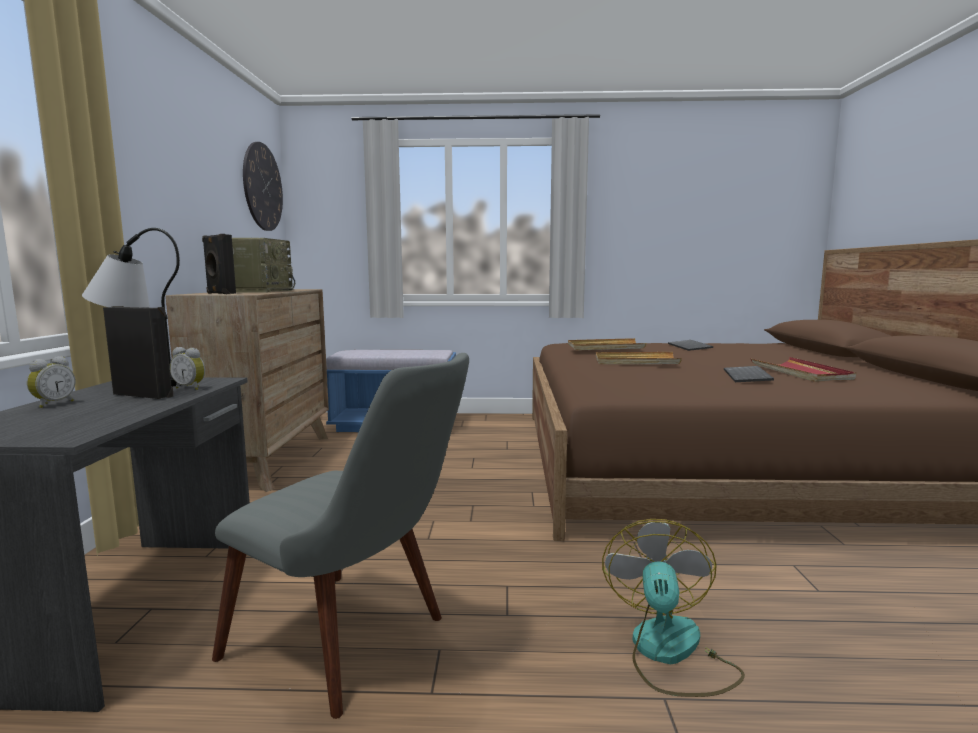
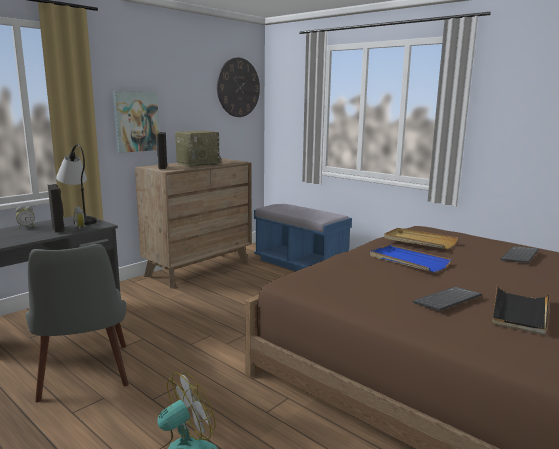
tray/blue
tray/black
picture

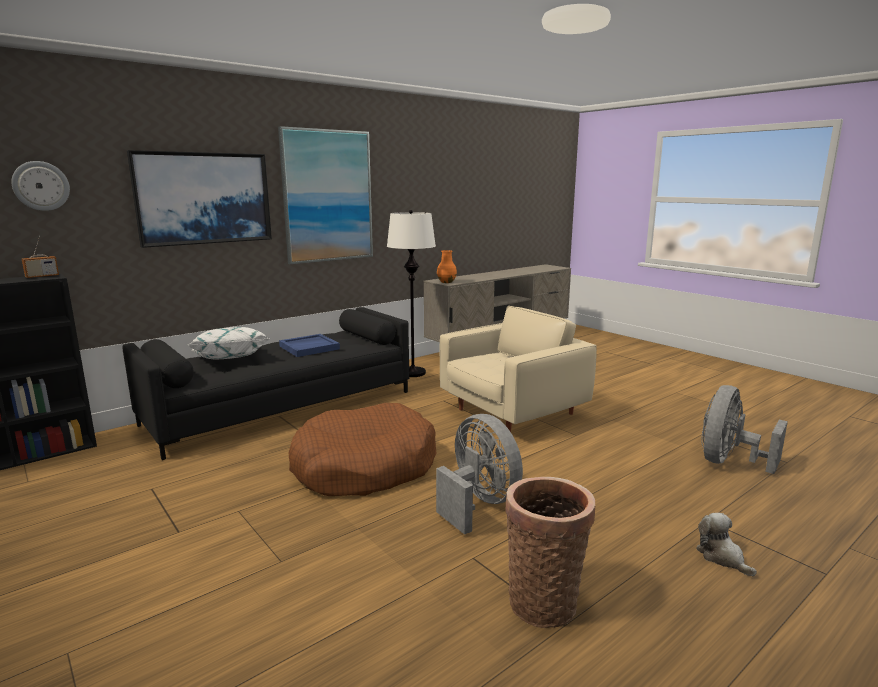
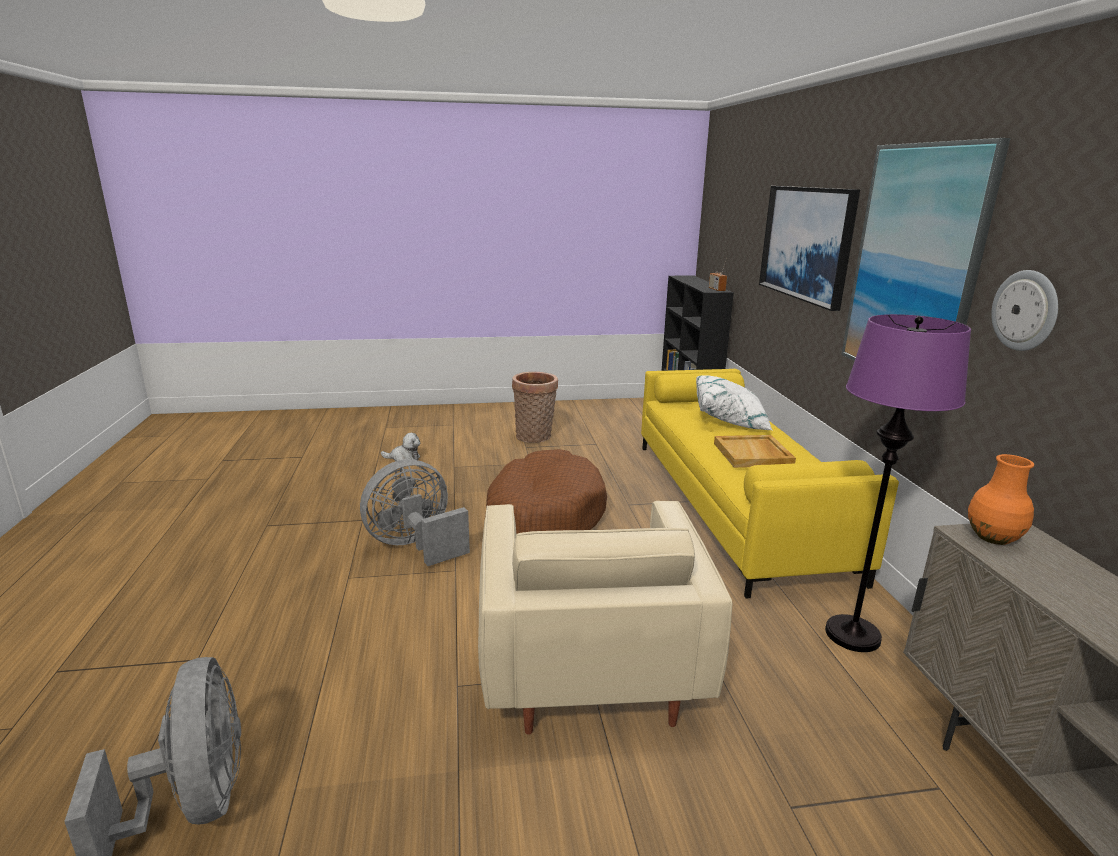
wall clock
floor lamp/purple
sofa/yellow
tray/beige
fan/grey (no. 2 from left)
basket
plush toy

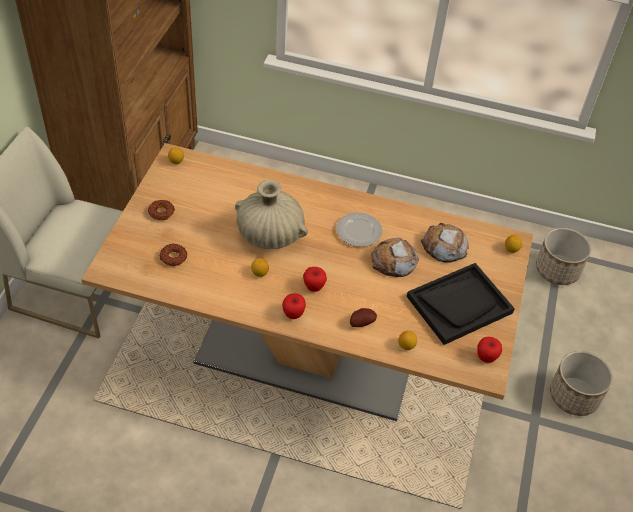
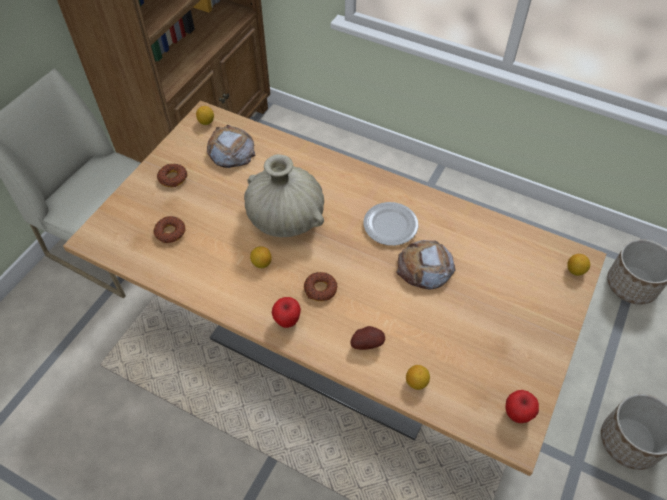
bread (no. 1 from left)
tray/black
donut (no. 3 from left)

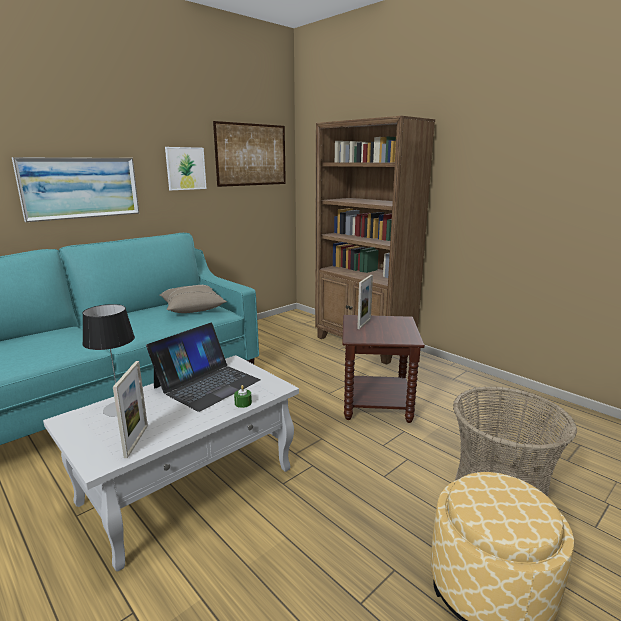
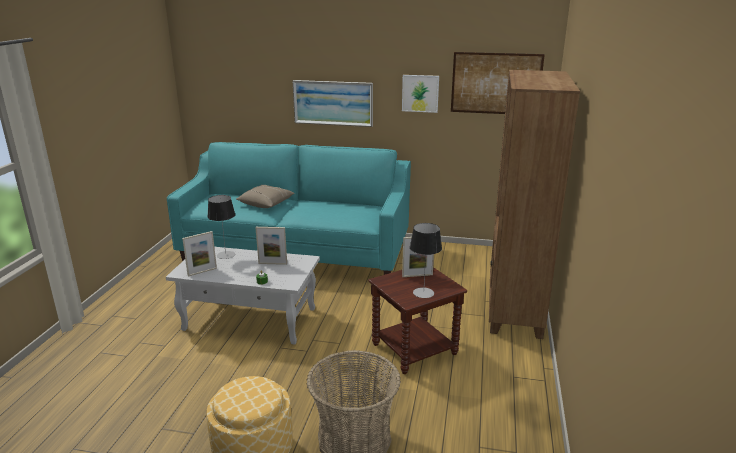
pillow/beige
picture frame (no. 2 from left)
table lamp (no. 2 from left)

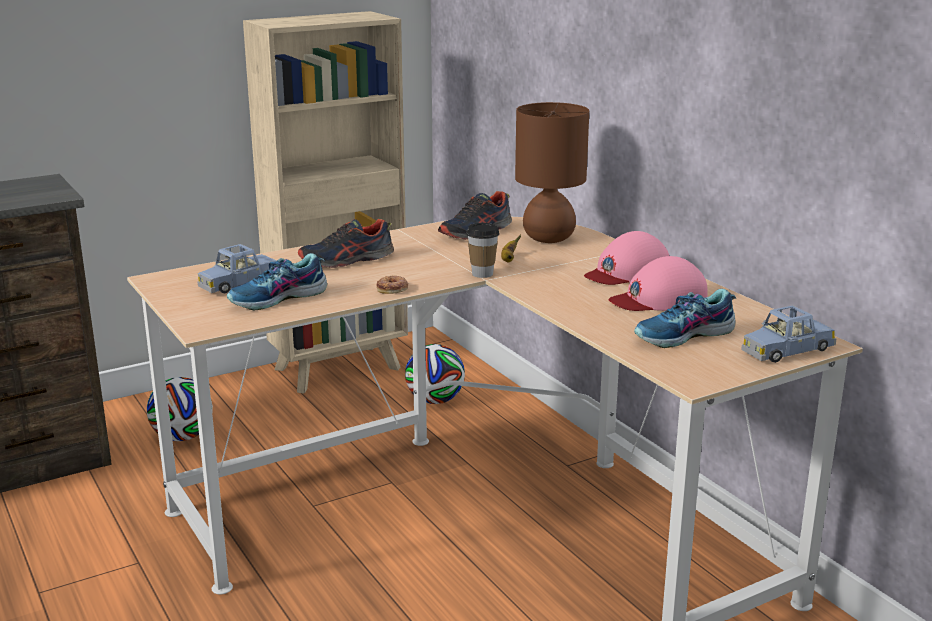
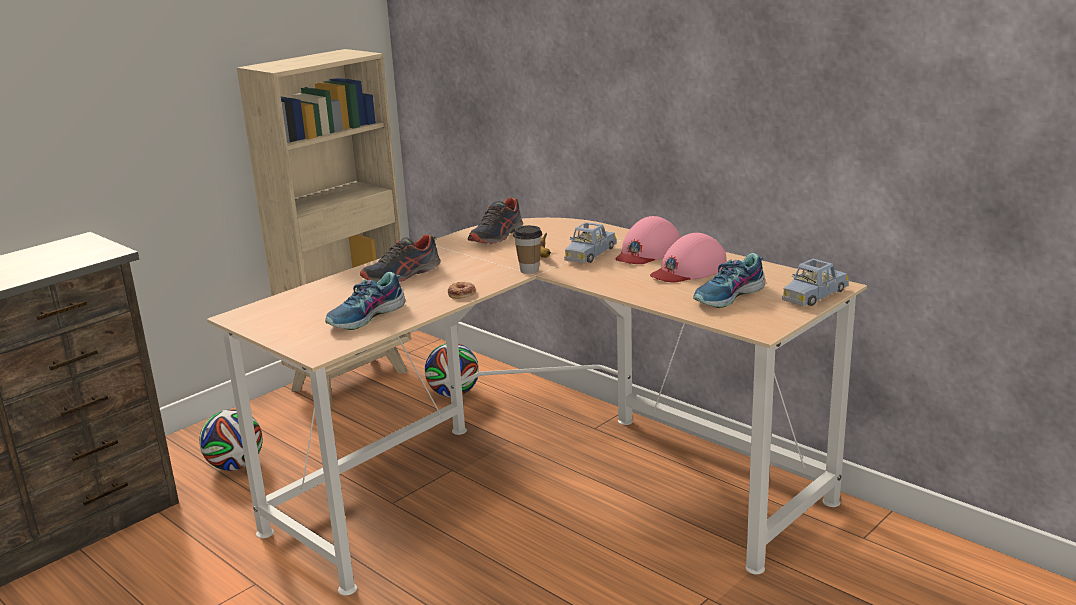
table lamp/brown
toy car/blue (no. 1 from left)

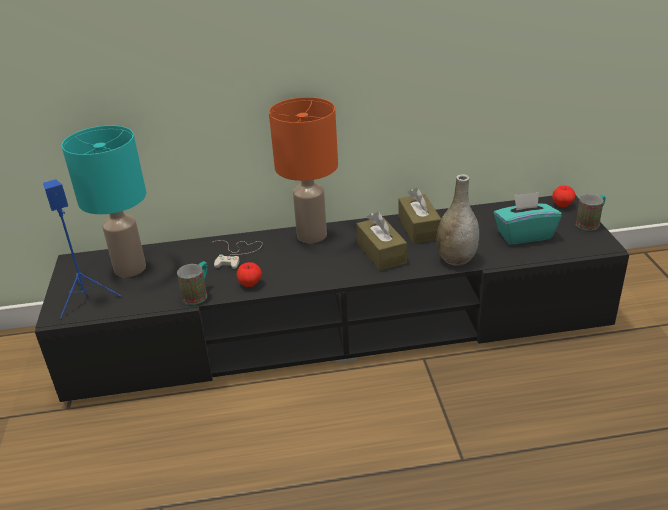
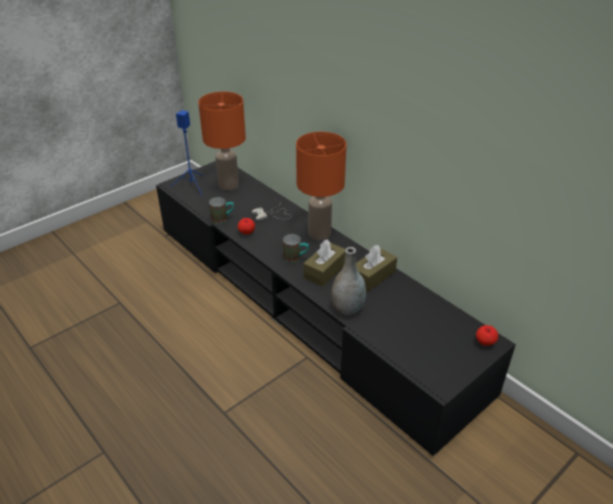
table lamp/orange (no. 1 from left)
tissue box/turquoise
mug (no. 2 from left)

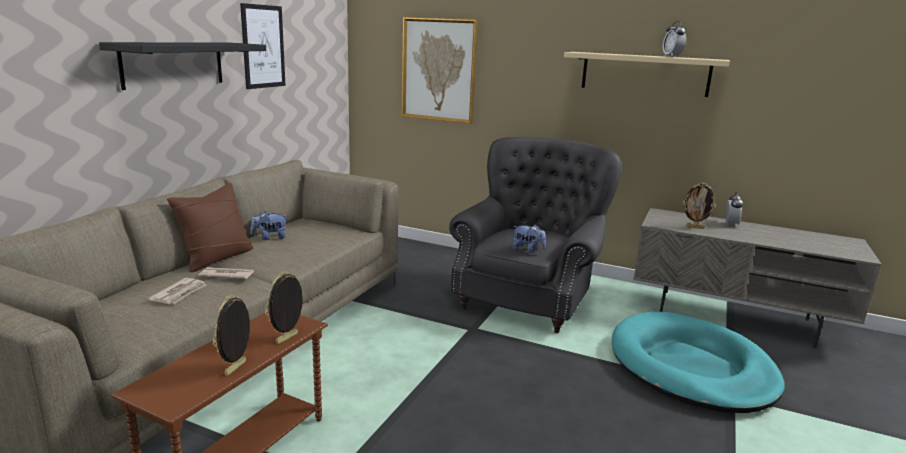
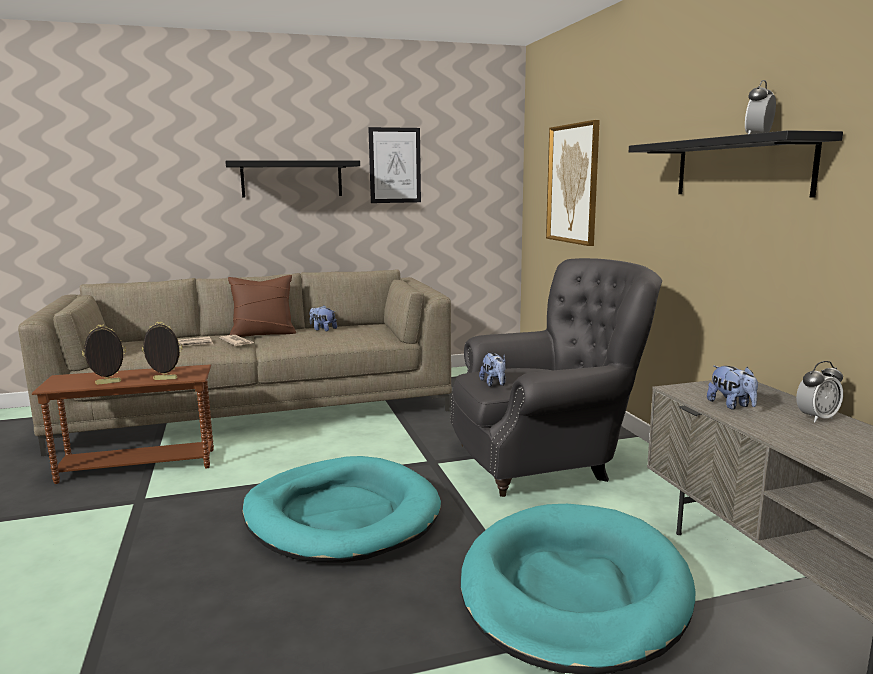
shelf/black (no. 2 from left)
plush toy (no. 3 from left)
dog bed/turquoise (no. 1 from left)

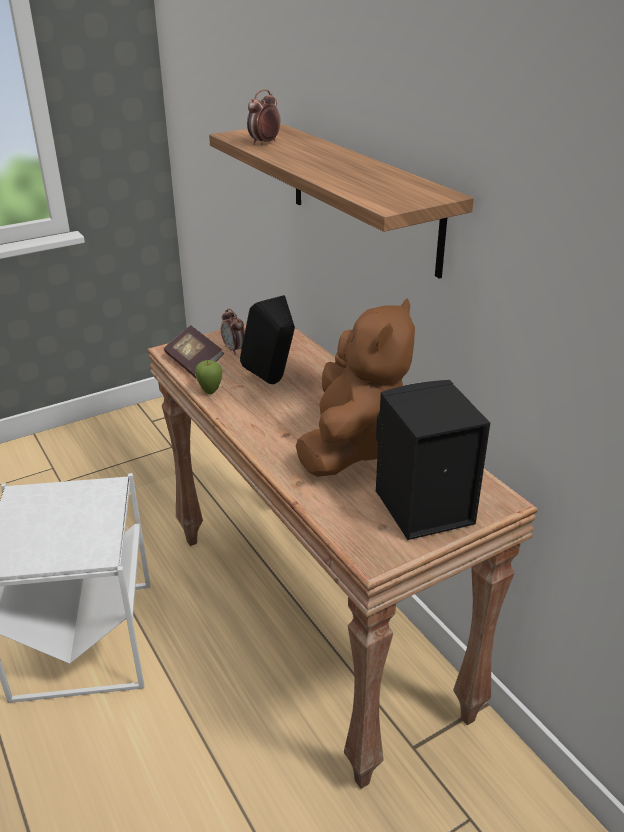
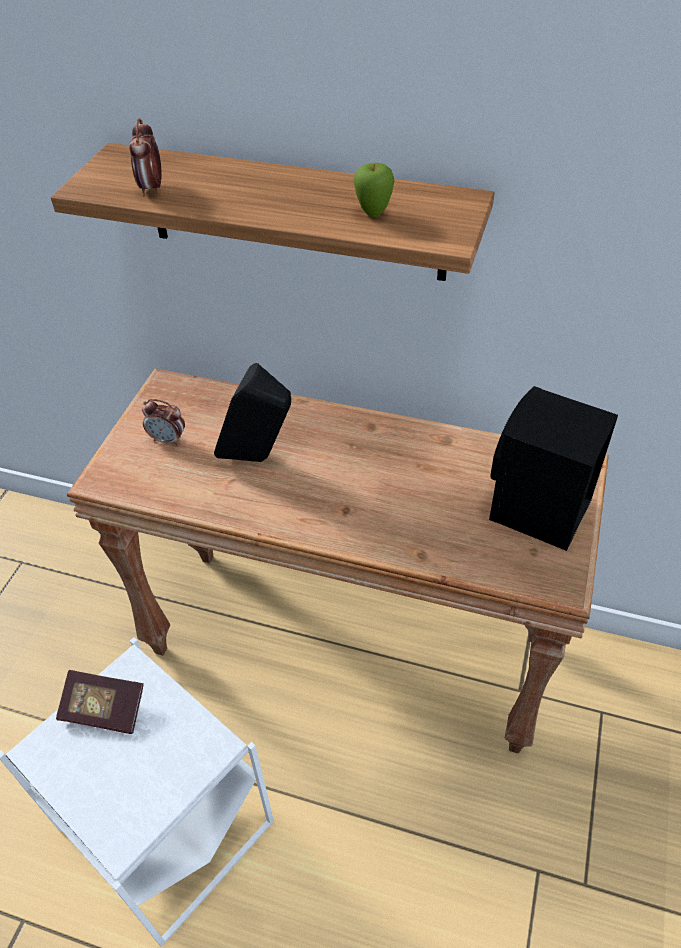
plush toy/brown
book
apple

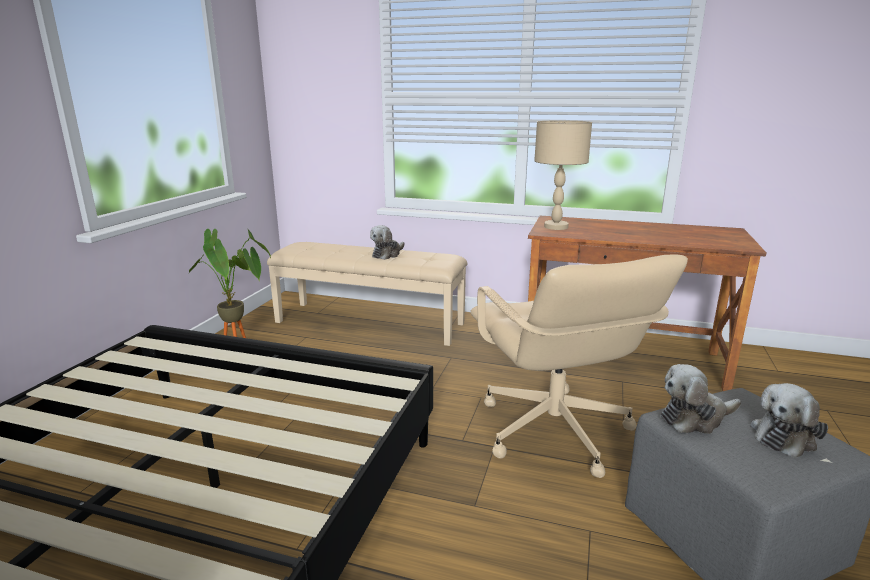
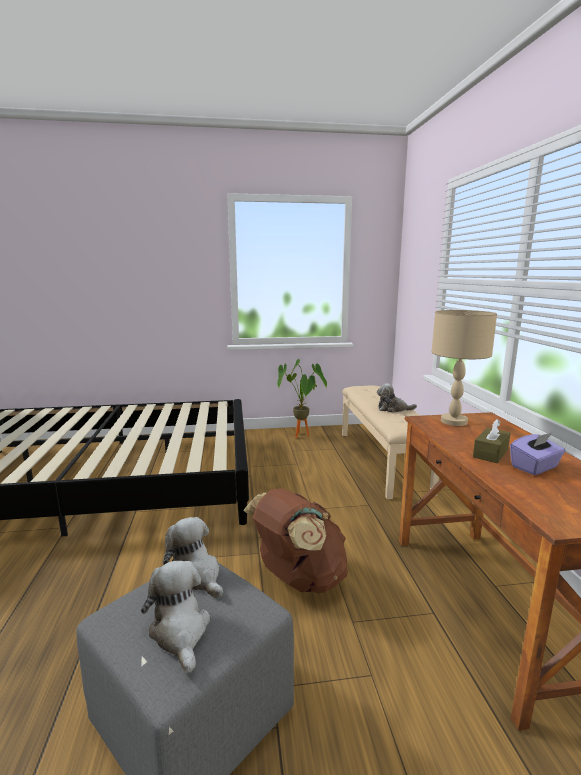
backpack/brown
plush toy (no. 1 from left)
tissue box/brown
tissue box/purple

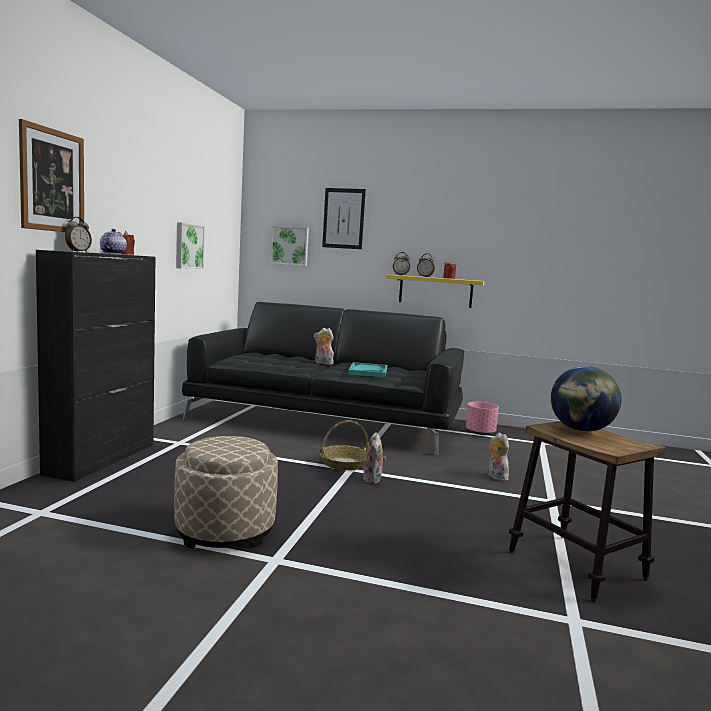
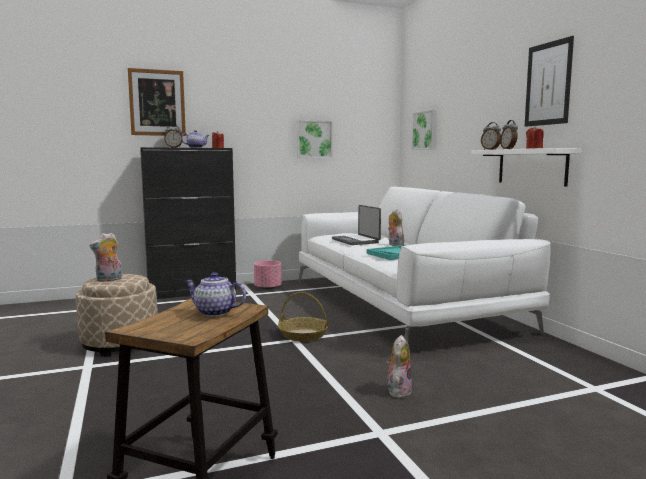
picture (no. 4 from left)
shelf/white
sofa/white
teapot (no. 2 from left)
planter/pink
plush toy (no. 1 from left)
laptop

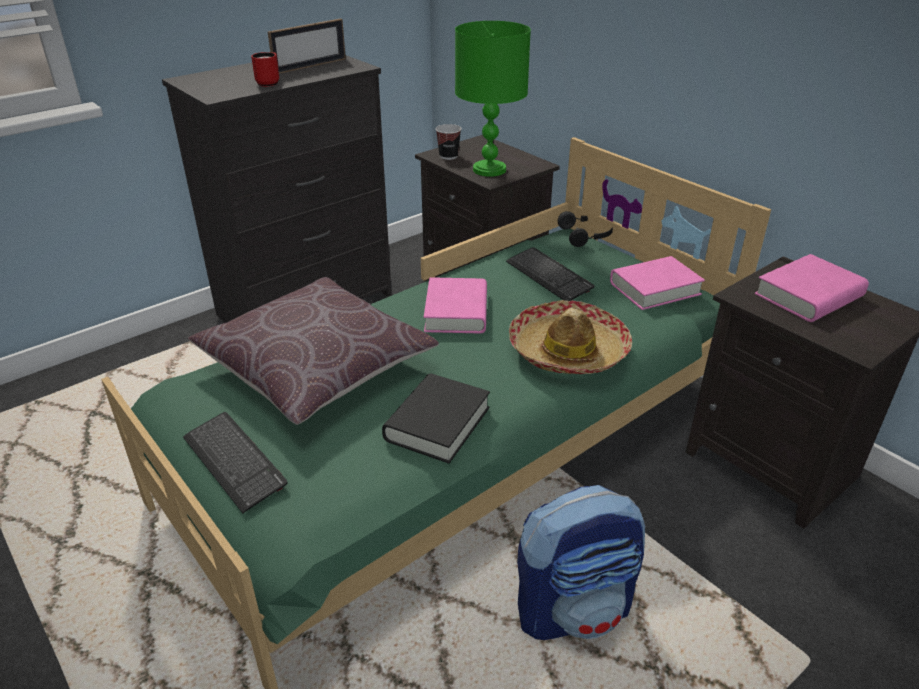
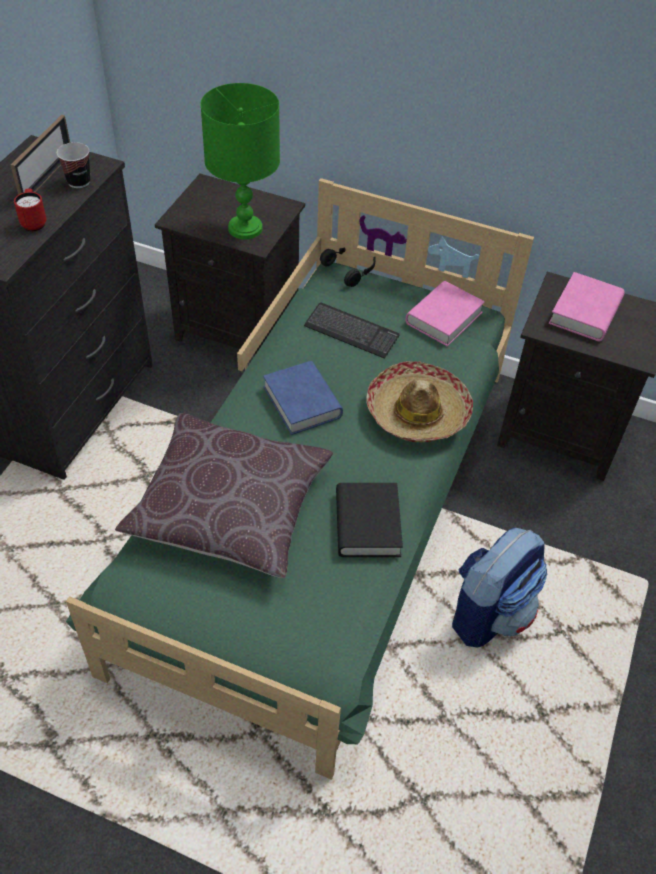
cup
book/blue
keyboard (no. 1 from left in the first image)

